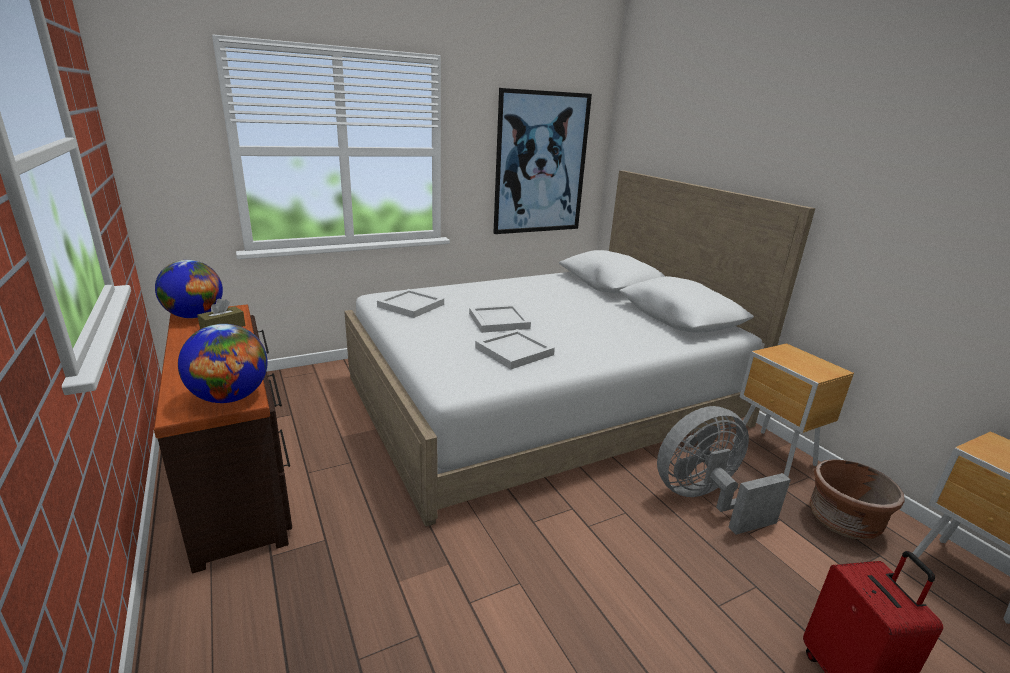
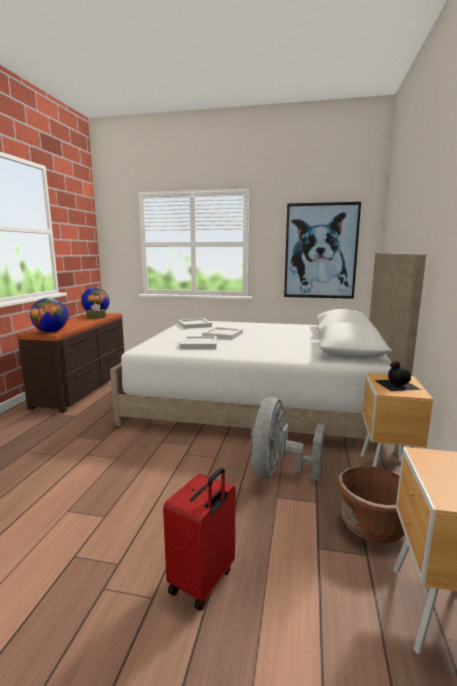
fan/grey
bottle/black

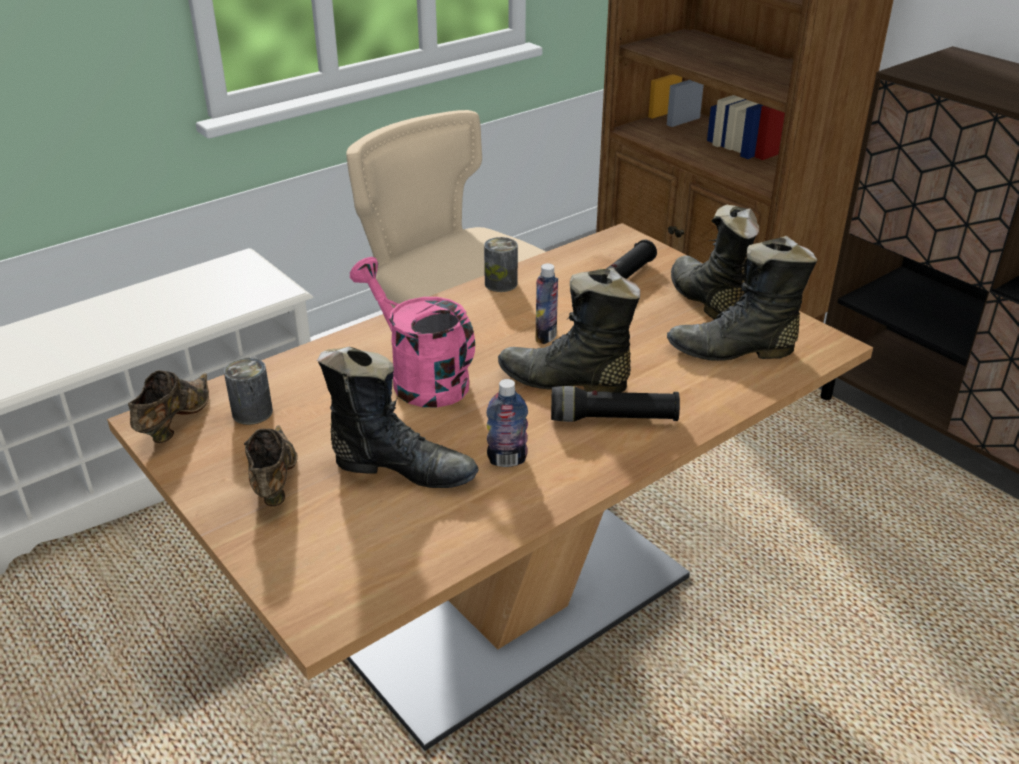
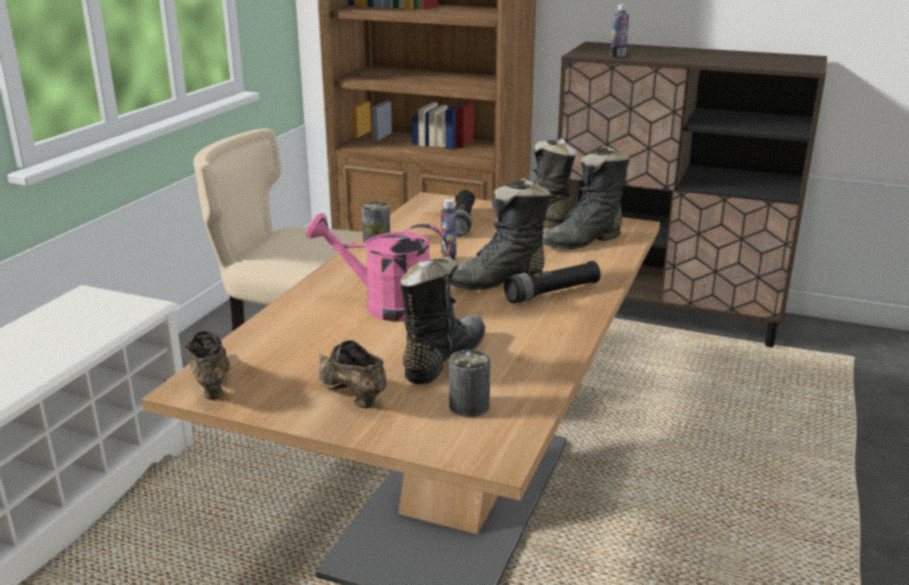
boot/black (no. 1 from left)
can (no. 2 from left)
bottle (no. 2 from left)

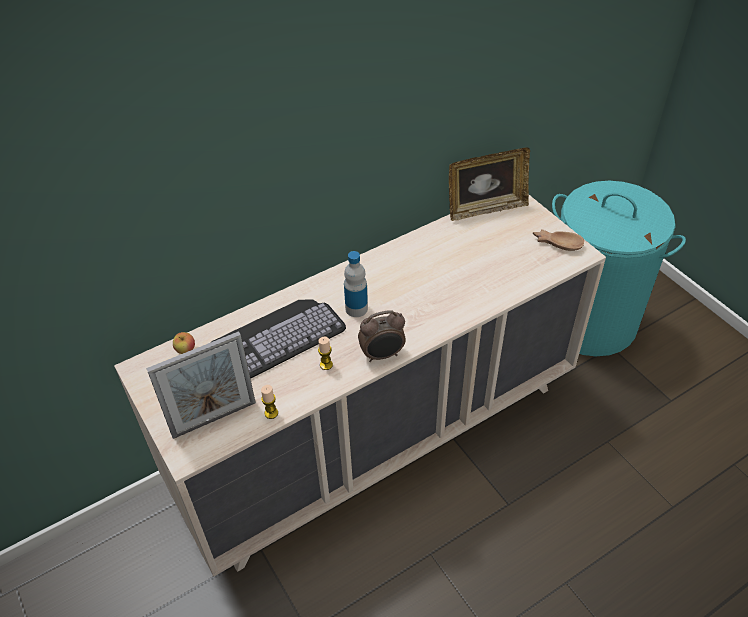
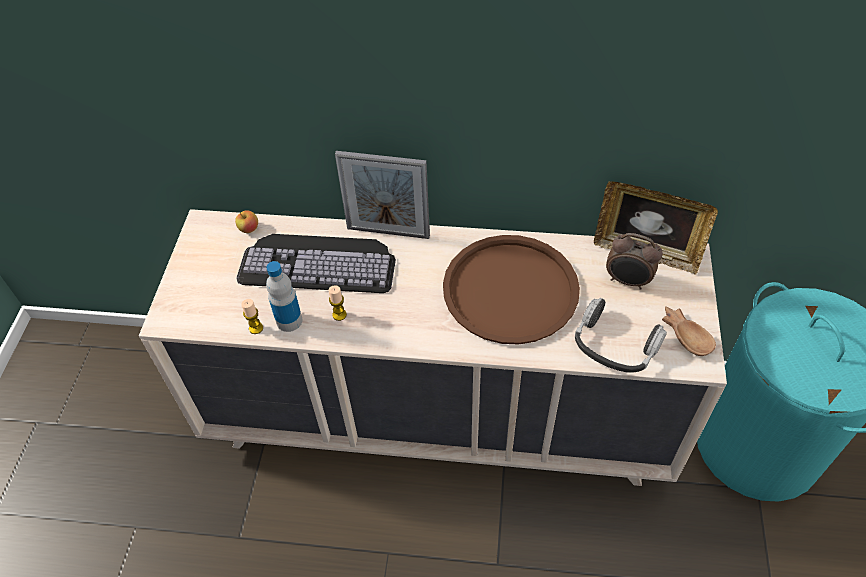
bottle
alarm clock
picture frame (no. 1 from left)
tray/brown
headphones

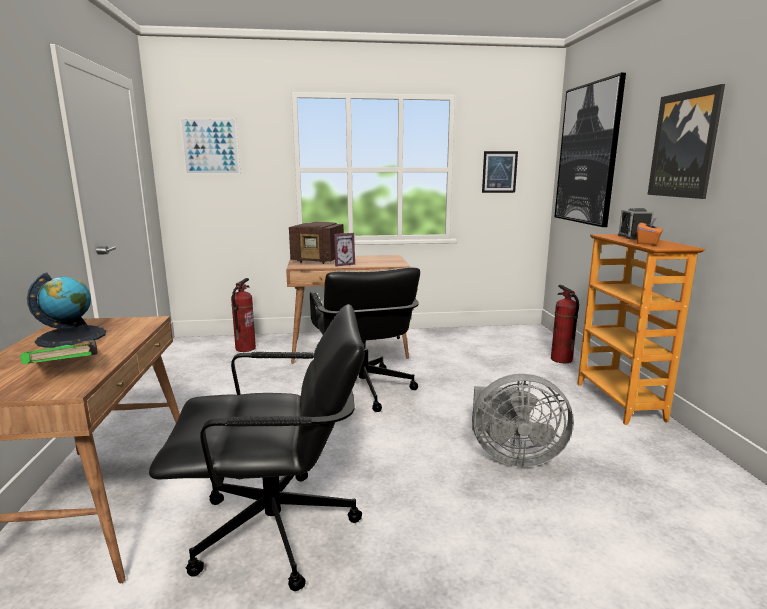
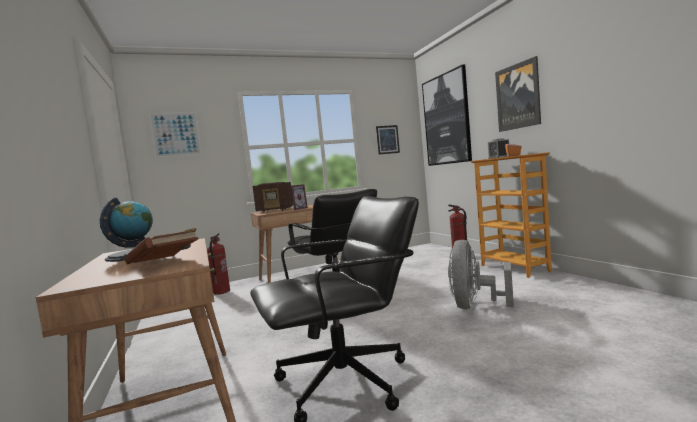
book/brown
fan/grey

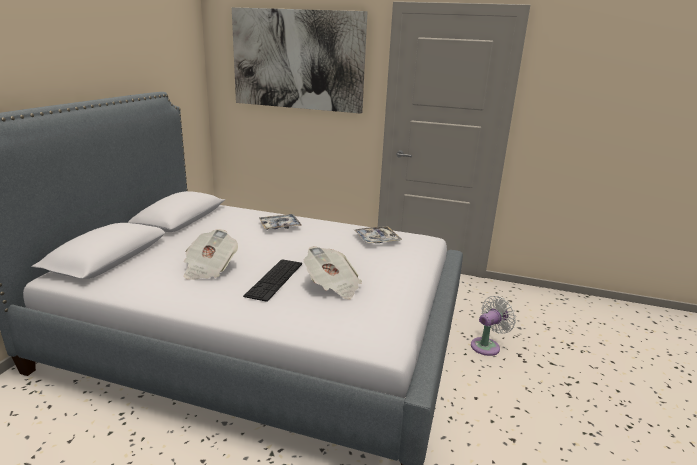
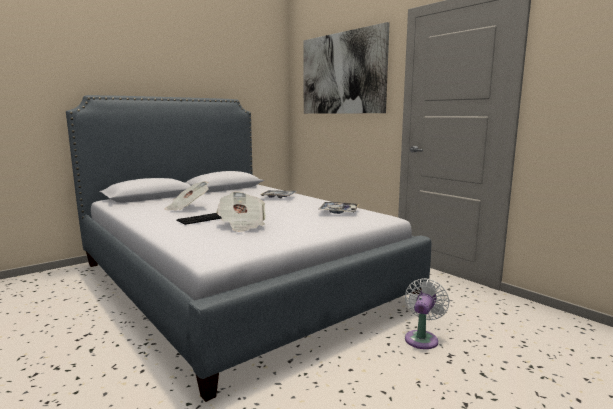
fan/white

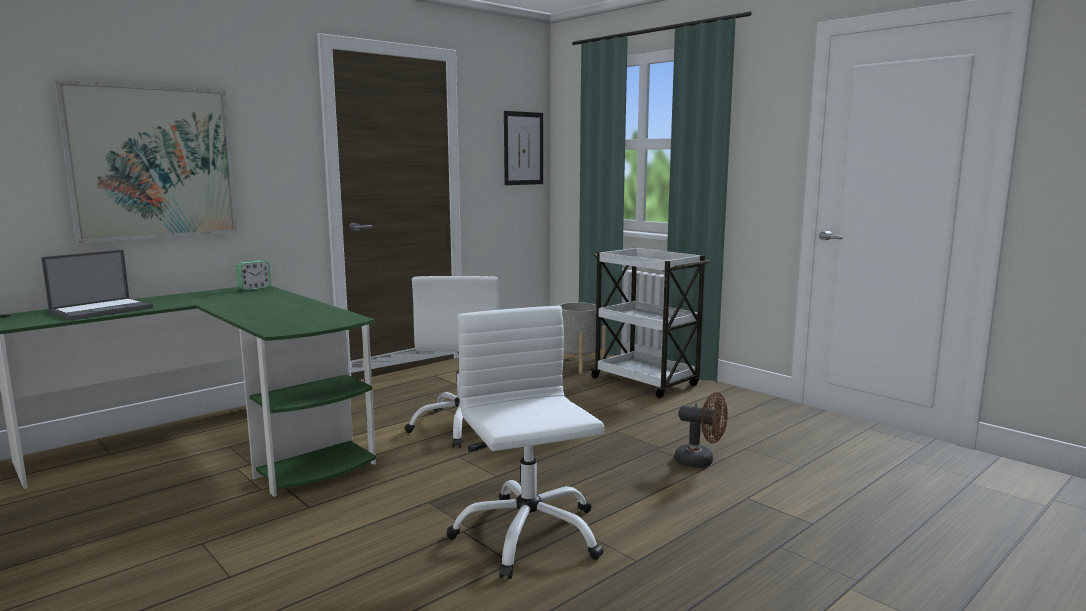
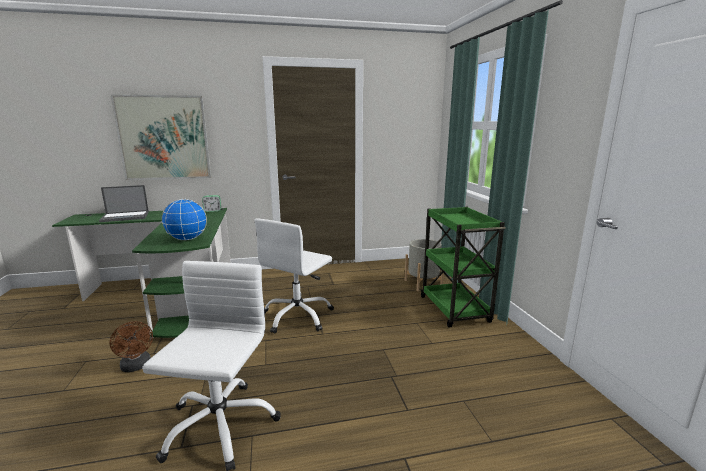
picture (no. 2 from left in the first image)
cart/green
fan/brown
globe

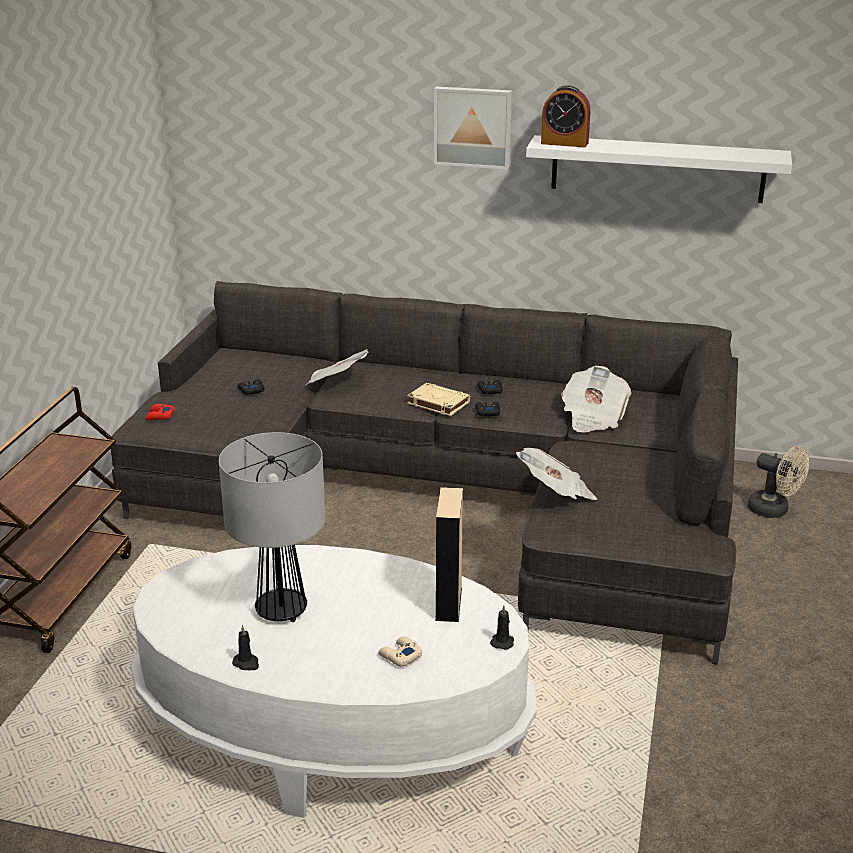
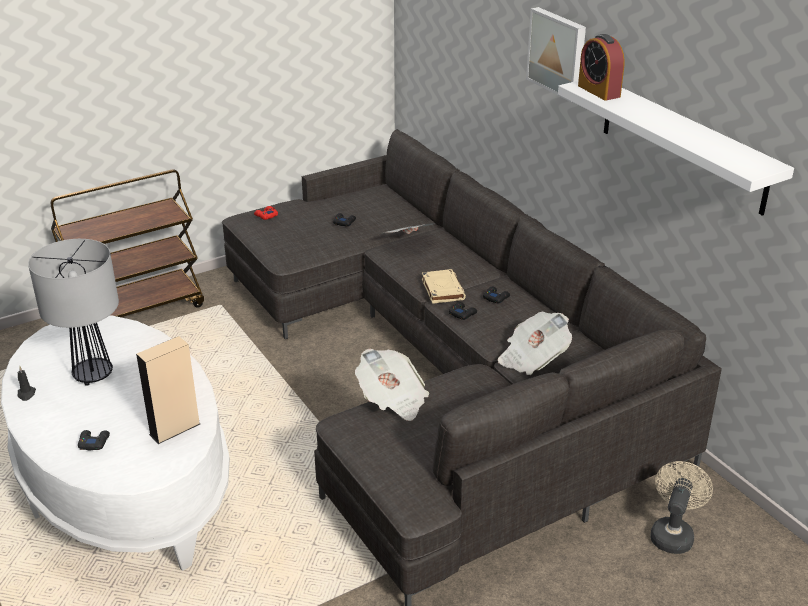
fan/beige
candle/black (no. 2 from left in the first image)
game controller/black (no. 1 from left)

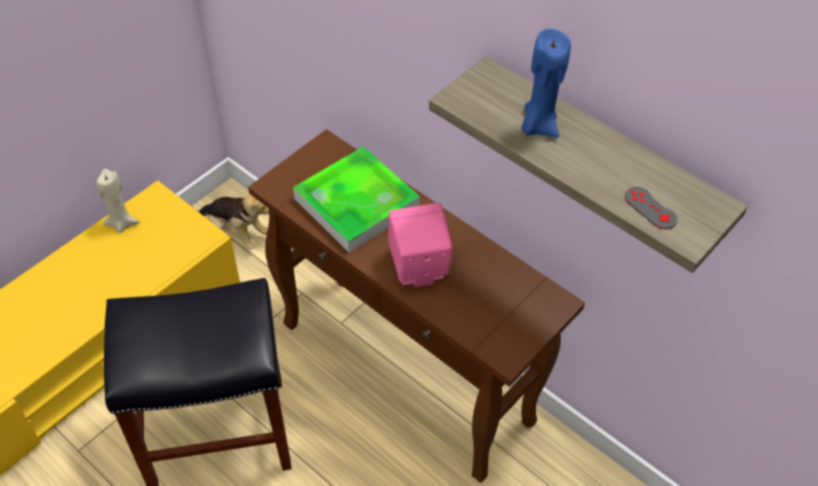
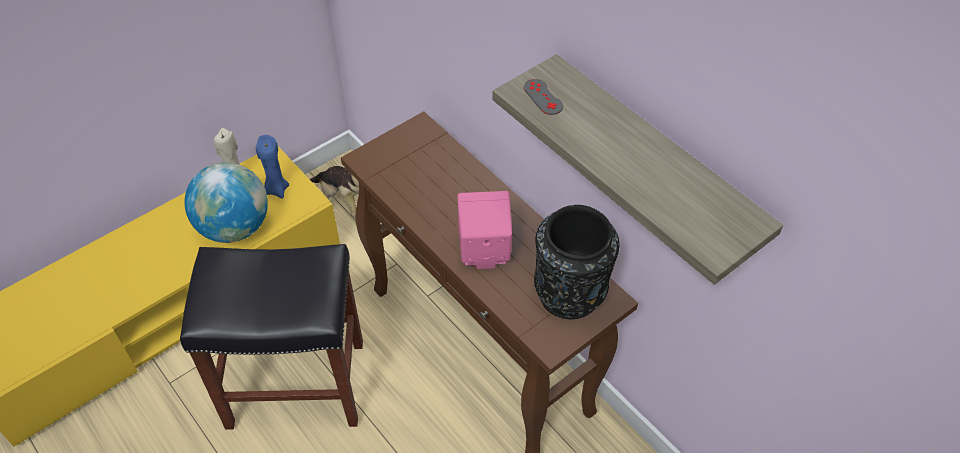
candle/blue
tray
game controller/grey
globe
vase/black

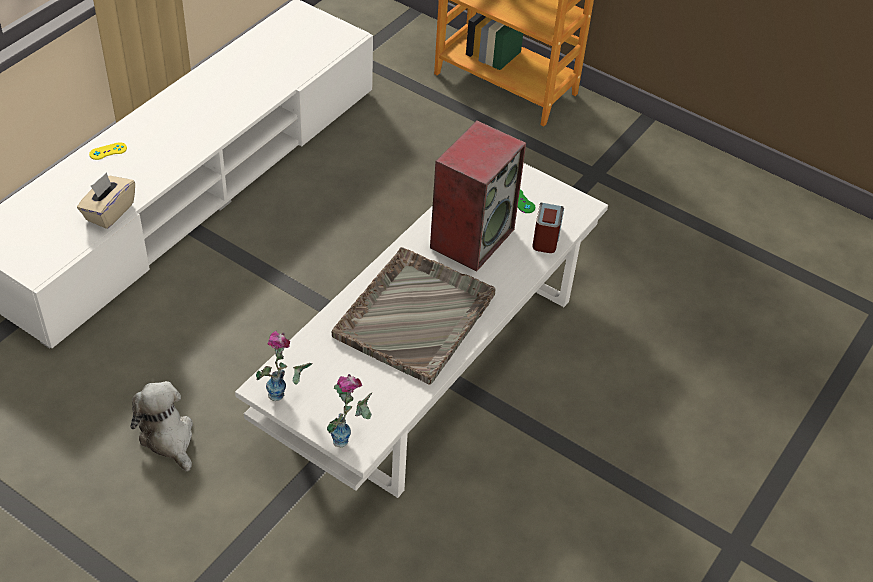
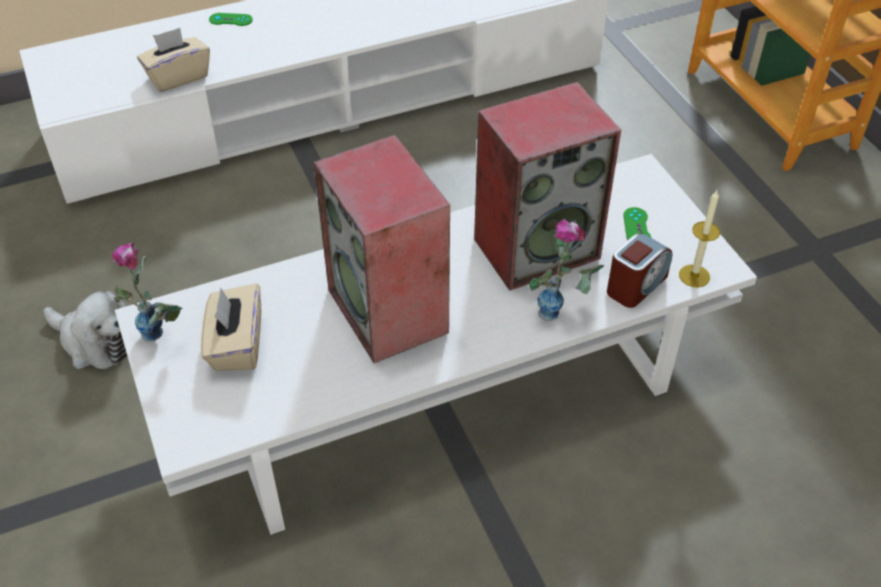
game controller/green (no. 1 from left)
speaker (no. 1 from left)
vase (no. 2 from left)
plush toy
candle
tissue box/beige (no. 2 from left)

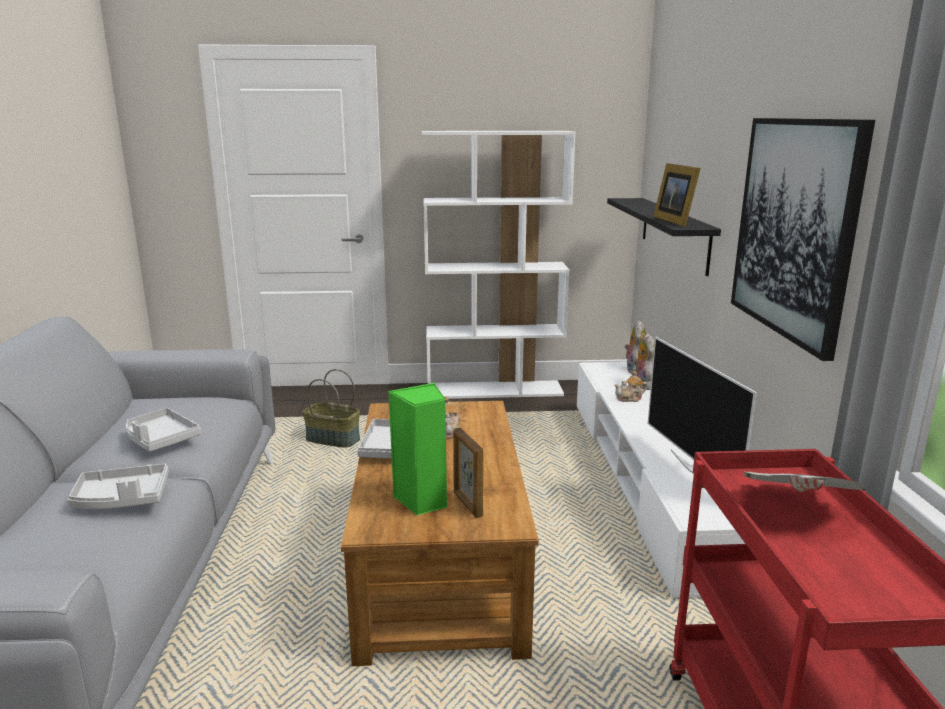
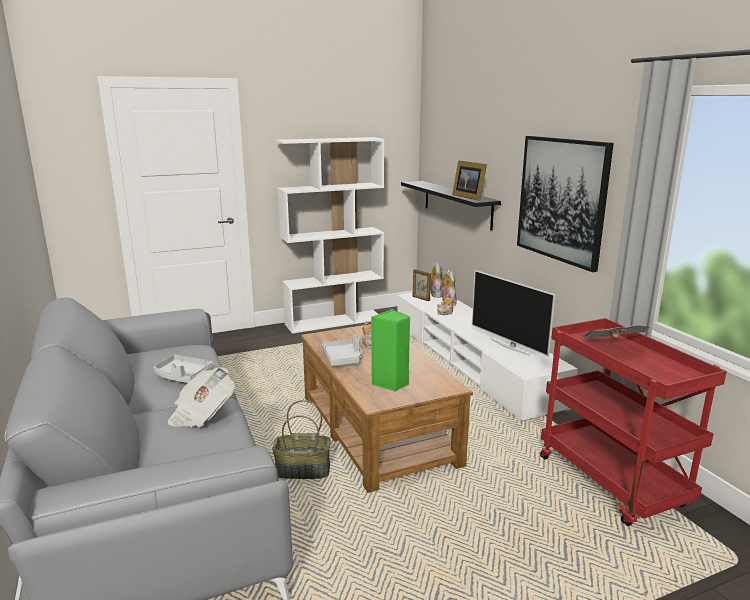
basket
picture frame (no. 1 from left)
newspaper (no. 1 from left)

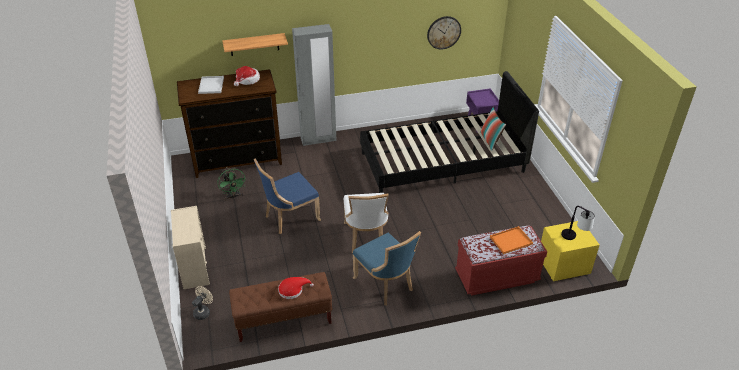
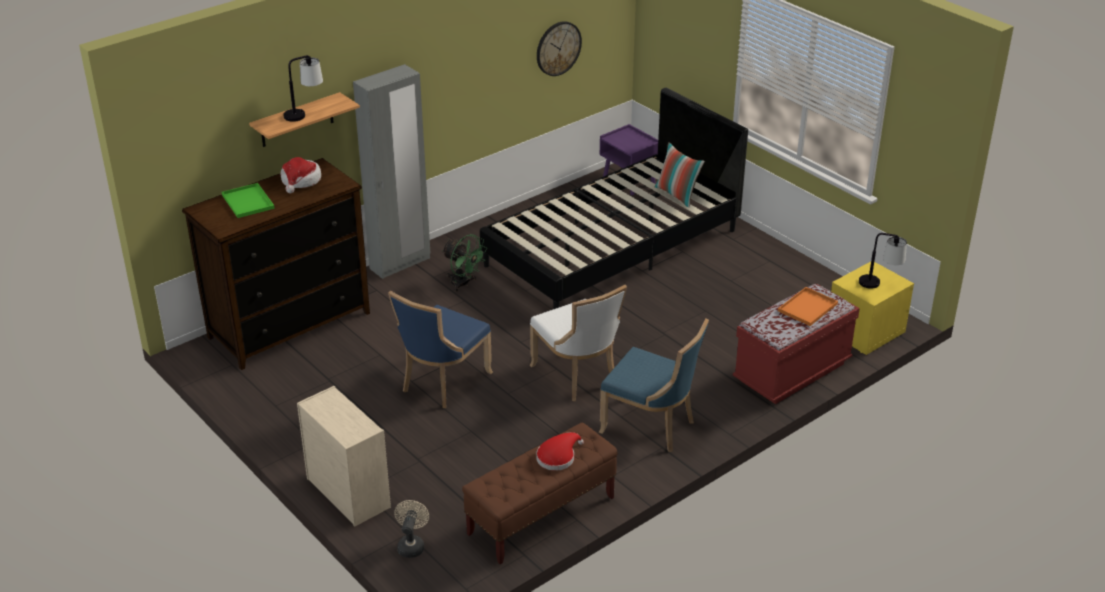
tray/green
fan/green
table lamp (no. 1 from left)

